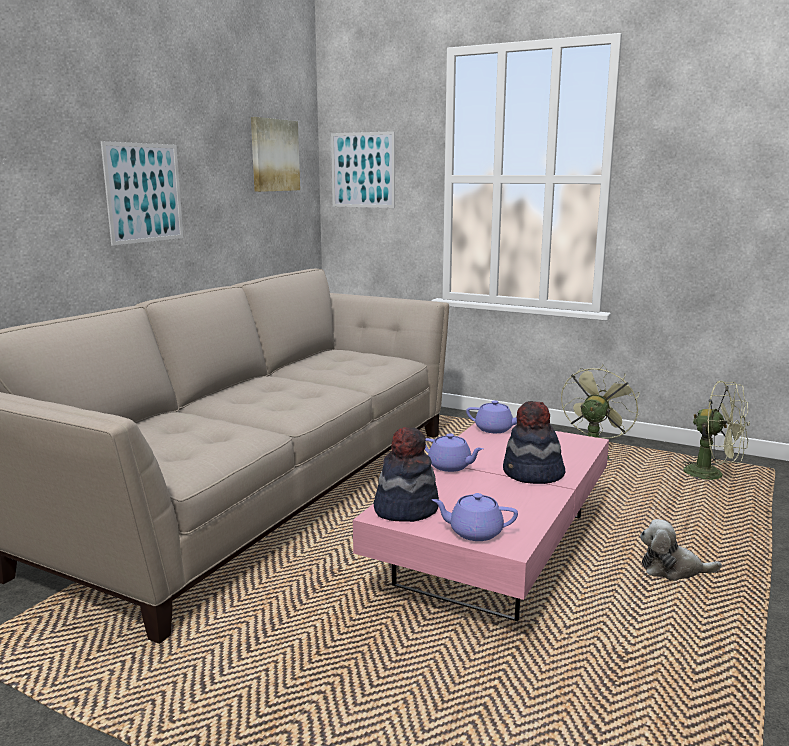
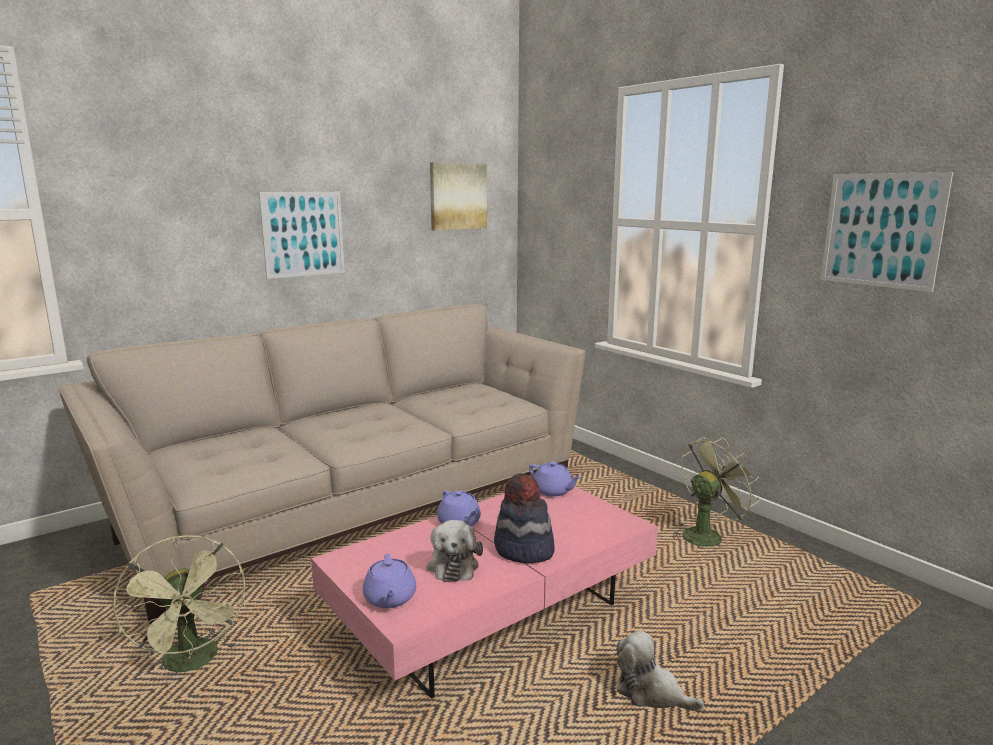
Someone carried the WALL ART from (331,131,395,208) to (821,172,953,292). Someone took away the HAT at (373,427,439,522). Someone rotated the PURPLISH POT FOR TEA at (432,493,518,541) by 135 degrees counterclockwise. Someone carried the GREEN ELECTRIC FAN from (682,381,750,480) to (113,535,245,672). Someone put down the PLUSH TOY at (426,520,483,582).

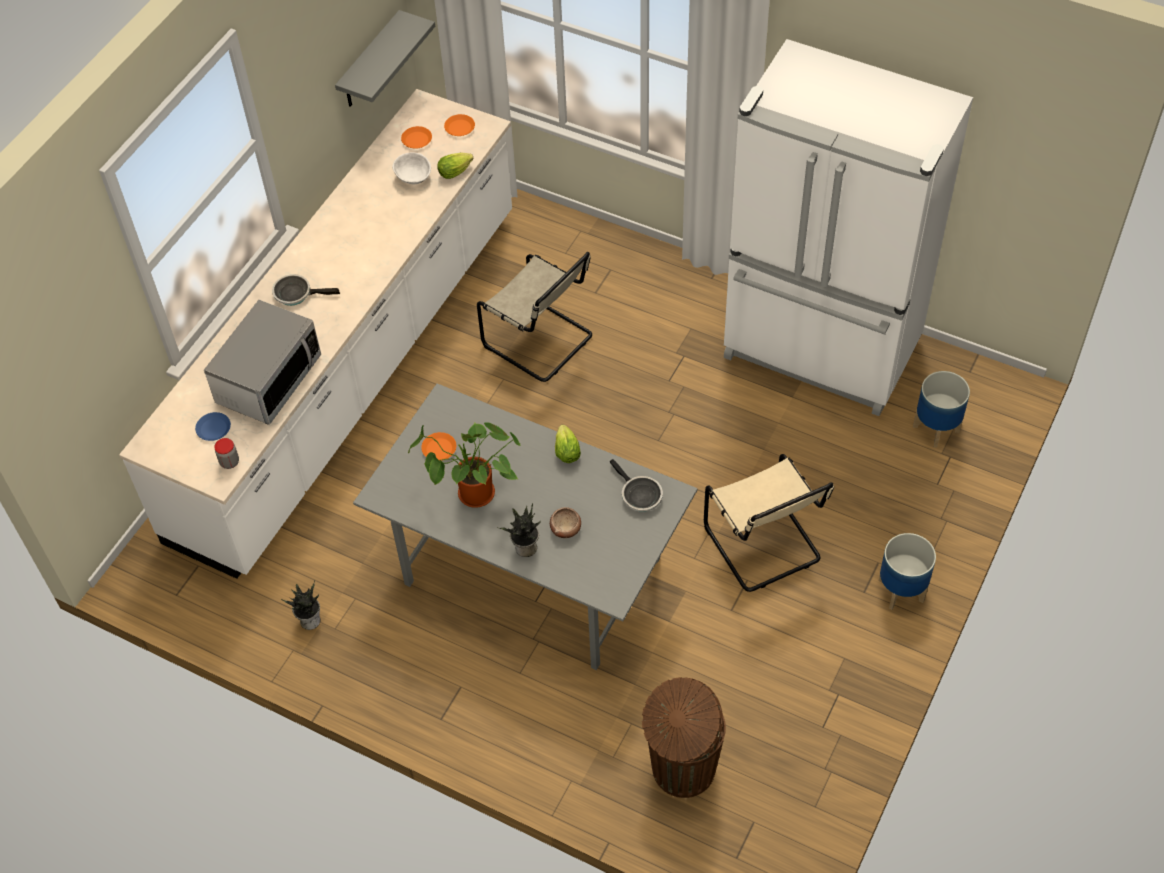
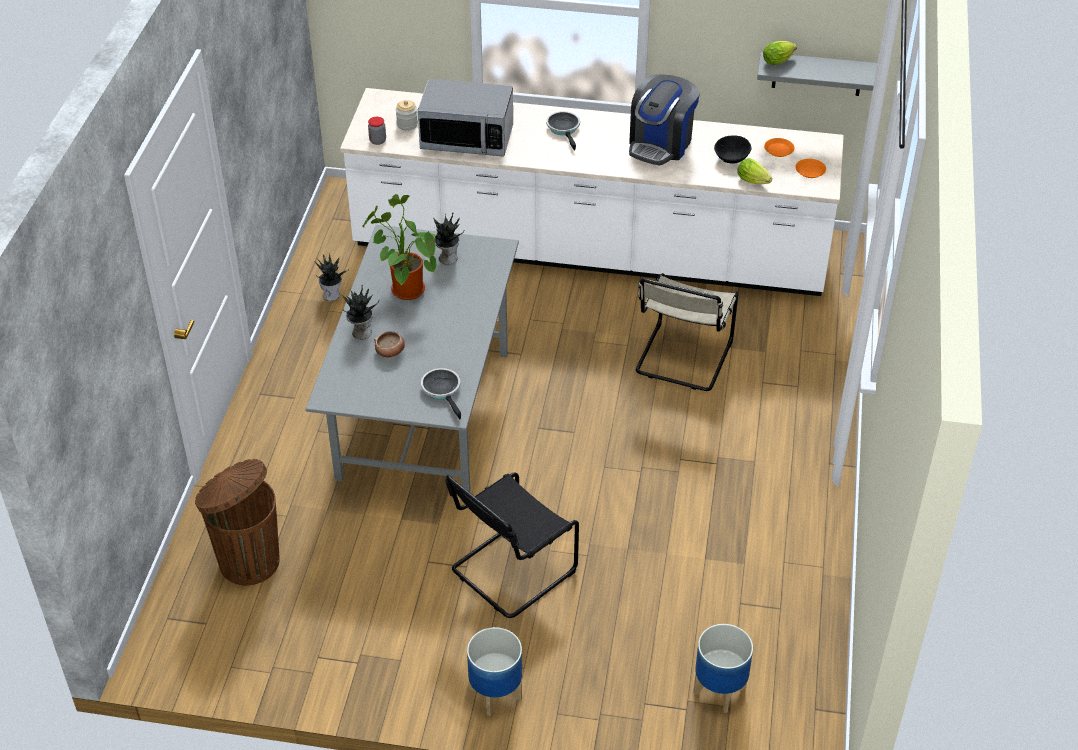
Someone swapped the BLUISH DINNER PLATE at (195,412,231,441) for the JAR at (396,100,418,130). Someone repainted the WHITE BOWL at (392,153,431,184), which became the BLACKISH BOWL at (714,135,751,164). Someone swapped the ORANGE DINNER PLATE at (421,432,456,461) for the HOUSEPLANT at (428,212,464,265). Someone carried the HEAD OF LETTUCE from (555,424,581,463) to (763,41,797,65). Someone rotated the FRYING PAN at (610,459,663,512) by 120 degrees clockwise. Someone repainted the SAND-COLOURED UPRIGHT CHAIR at (704,454,834,592), which became the BLACKISH UPRIGHT CHAIR at (445,472,579,618). Someone took away the WHITE FRIDGE at (724,39,973,416). Someone put down the COFFEE BREWER at (629,75,700,166).

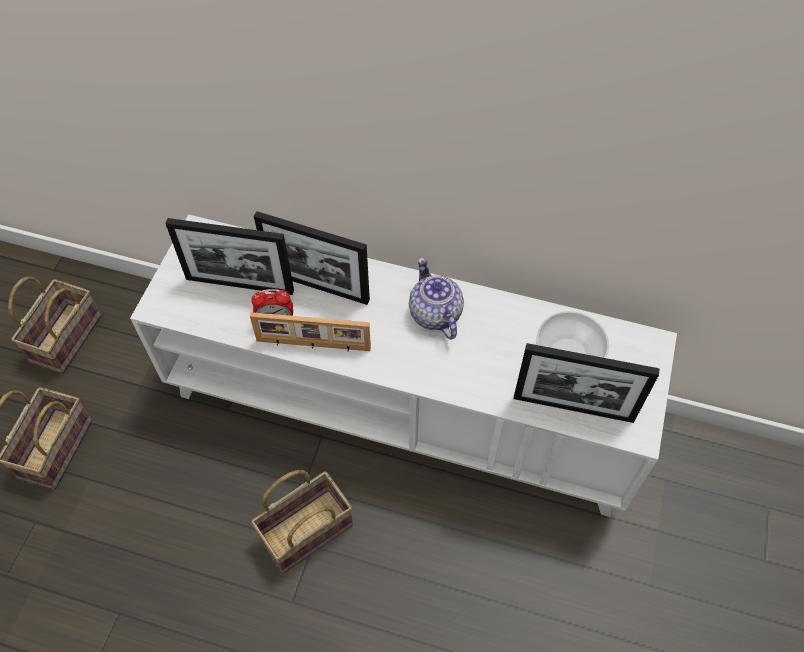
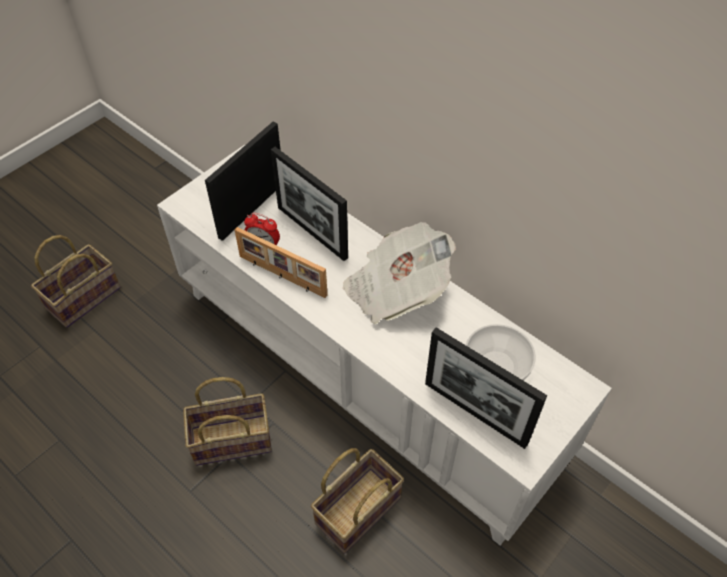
Someone carried the HOUSEHOLD BASKET from (8,276,101,373) to (311,448,404,554). Someone rotated the STANDING FRAME at (165,218,294,295) by 90 degrees clockwise. Someone swapped the POT FOR TEA at (409,257,464,340) for the NEWSPAPER at (343,222,456,324).

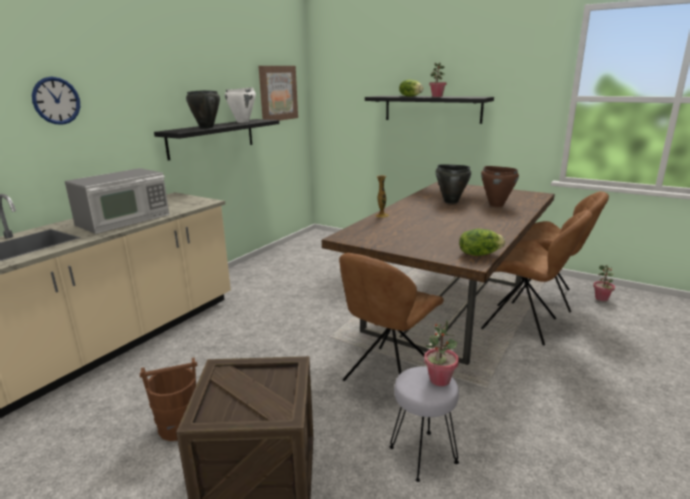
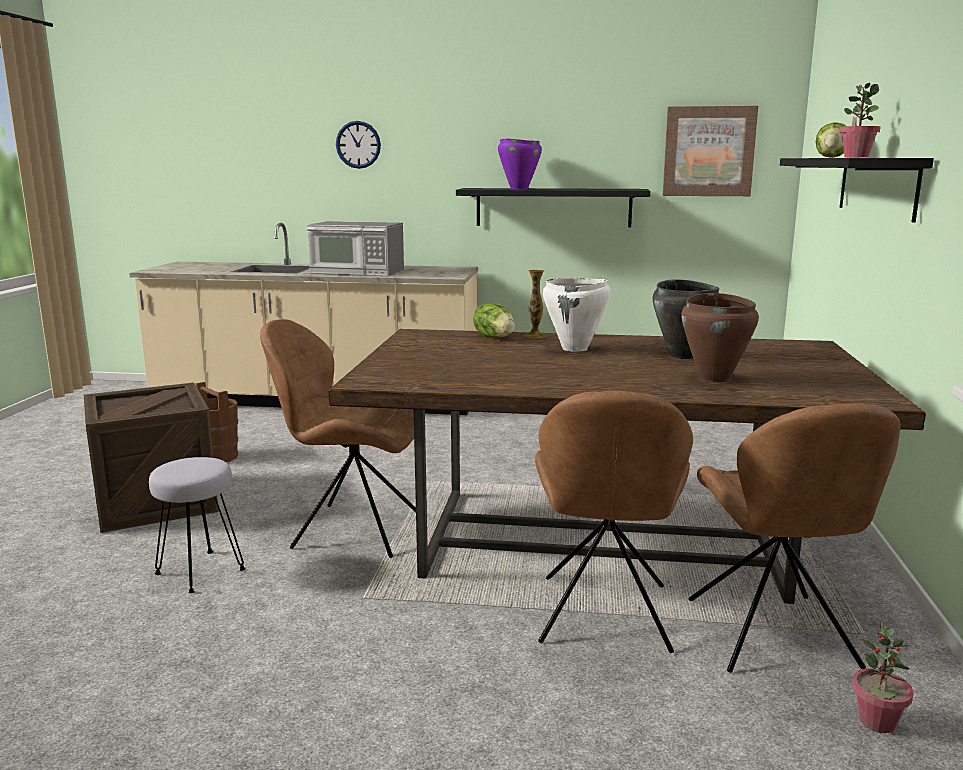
Someone repainted the BLACKISH STOCKPOT at (186,90,220,128), which became the PURPLISH STOCKPOT at (498,138,542,189). Someone carried the WHITE STOCKPOT from (225,87,256,123) to (543,278,611,352). Someone took away the HOUSEPLANT at (424,320,459,386). Someone carried the HEAD OF LETTUCE from (459,229,505,256) to (473,303,515,338).

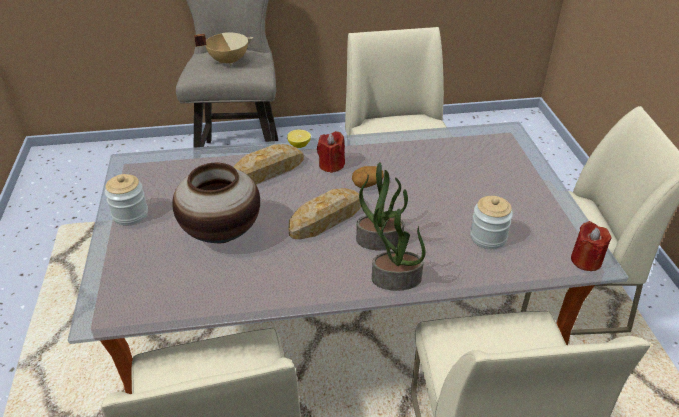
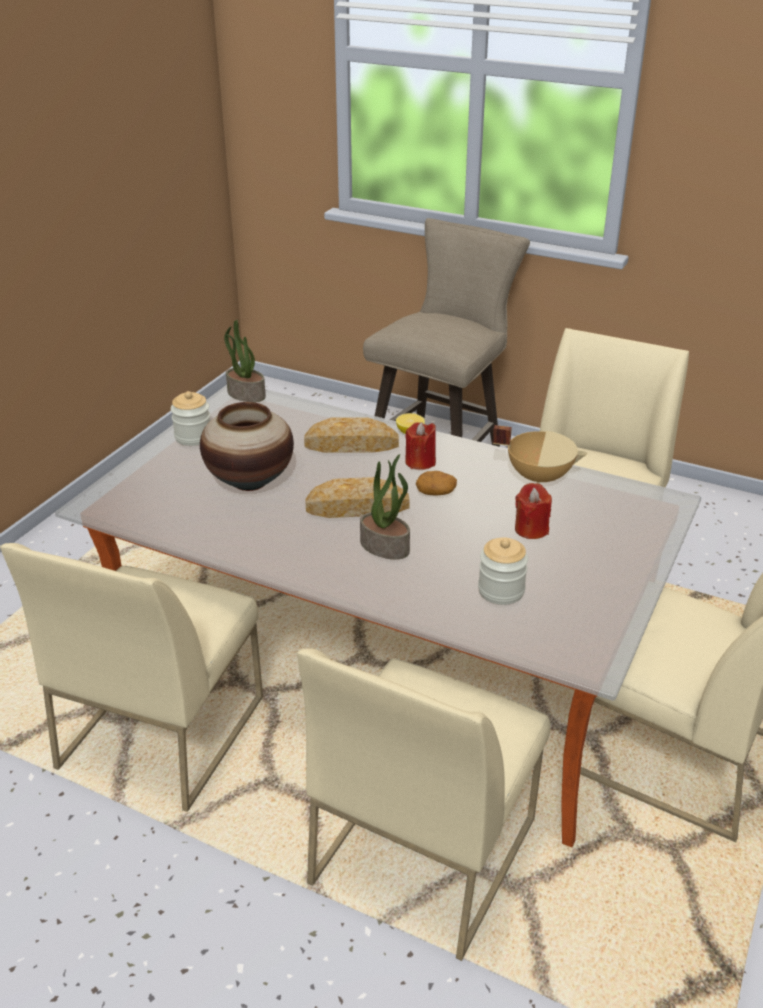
Someone carried the SAND-COLOURED STOCKPOT from (194,32,253,66) to (493,425,587,484). Someone carried the HOUSEPLANT from (372,208,426,291) to (224,319,266,402). Someone carried the REDDISH CANDLE from (571,221,611,271) to (515,483,552,539).

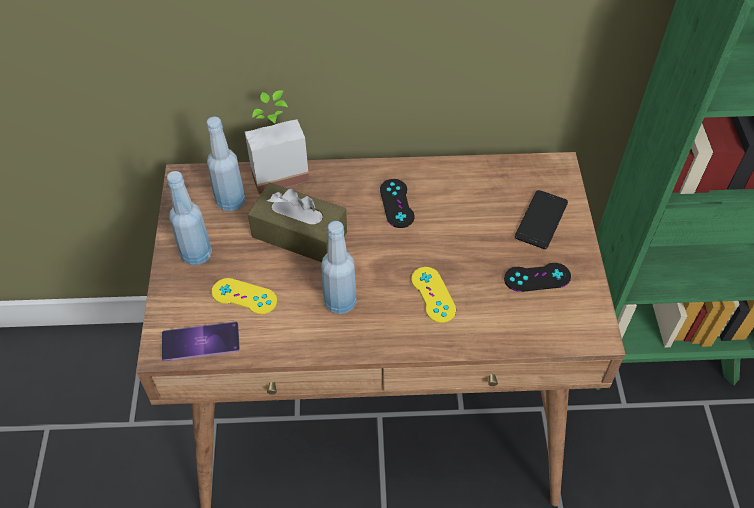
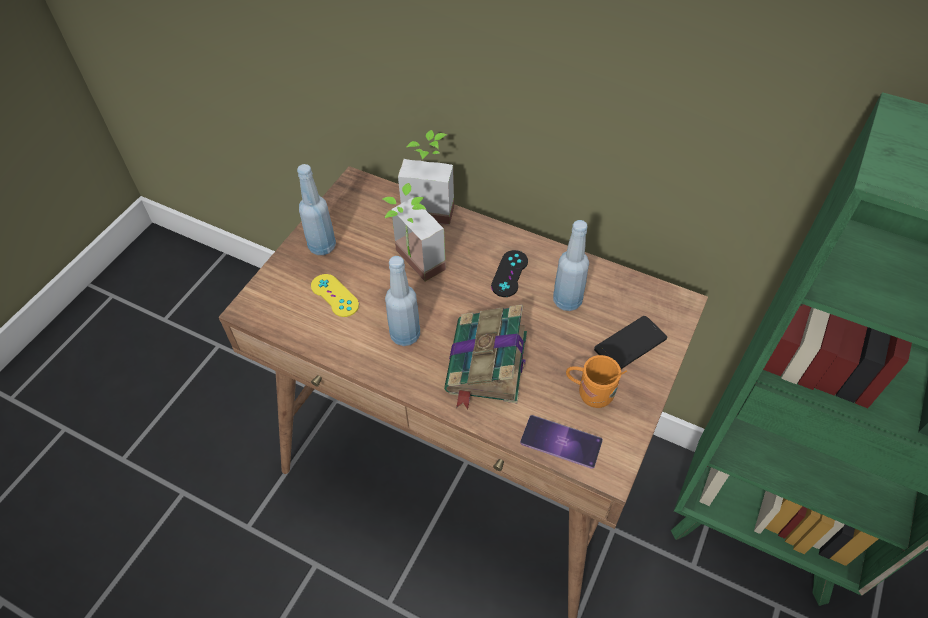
Someone carried the TELEPHONE from (162,322,240,361) to (520,415,603,469). Someone carried the BLUISH BEVERAGE BOTTLE from (206,117,246,212) to (553,220,589,311). Someone swapped the BROWN TISSUE HOLDER at (248,182,347,262) for the HOUSEPLANT at (383,183,446,281). Someone swapped the YELLOWISH GAME CONTROLLER at (411,267,456,323) for the BOUND BOOK at (444,304,527,410). Someone swapped the BLACKISH GAME CONTROLLER at (504,263,571,292) for the ORANGE TEA MUG at (566,355,627,408).

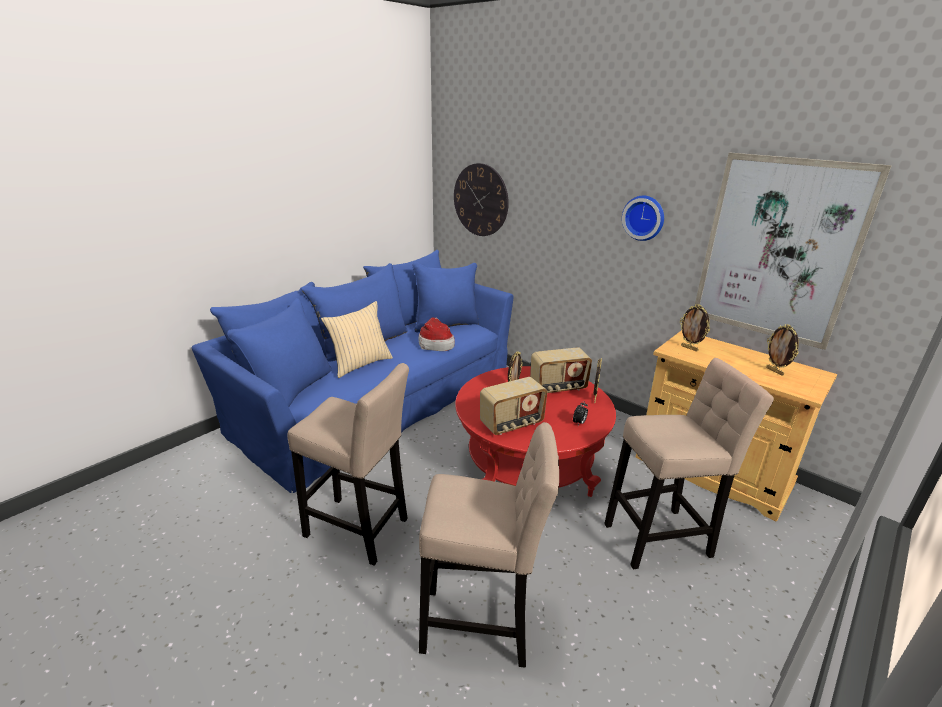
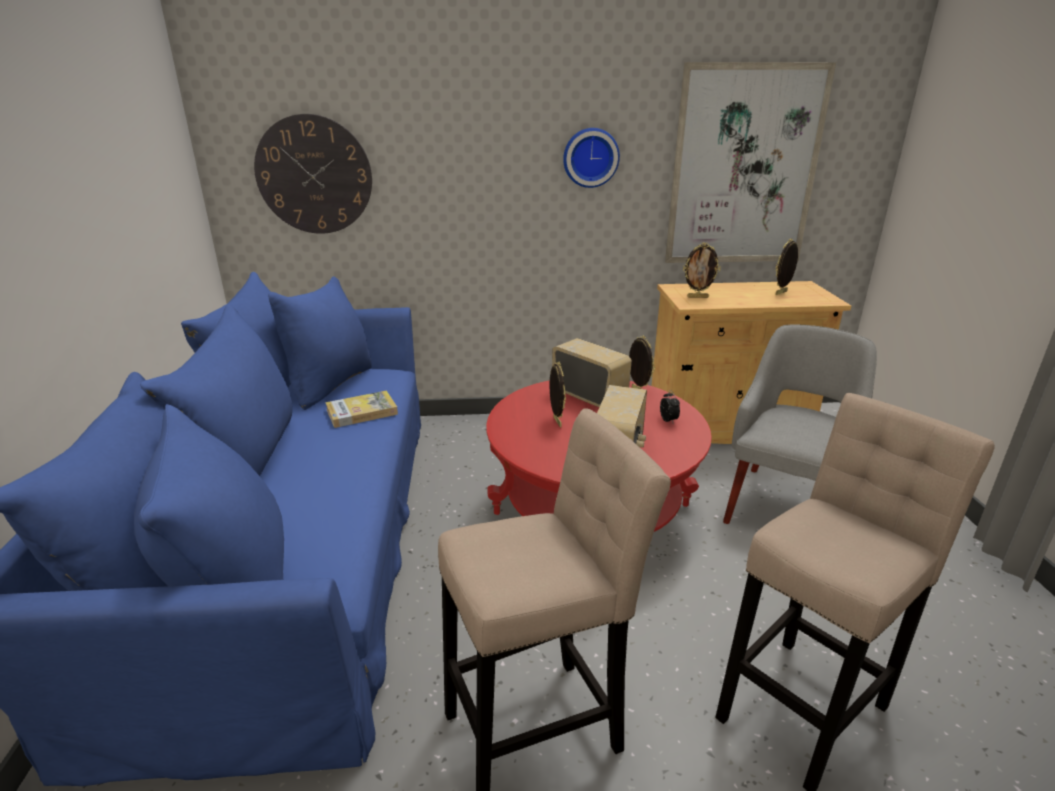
Someone took away the SAND-COLOURED THROW PILLOW at (321,301,393,378). Someone swapped the HAT at (419,317,455,351) for the BOUND BOOK at (325,390,398,428). Someone rotated the RADIO at (530,347,592,393) by 75 degrees counterclockwise. Someone swapped the SAND-COLOURED STOOL SEAT at (604,358,774,570) for the GREYISH ARMCHAIR at (723,325,877,524). Someone rotated the STANDING FRAME at (766,324,799,376) by 120 degrees clockwise.

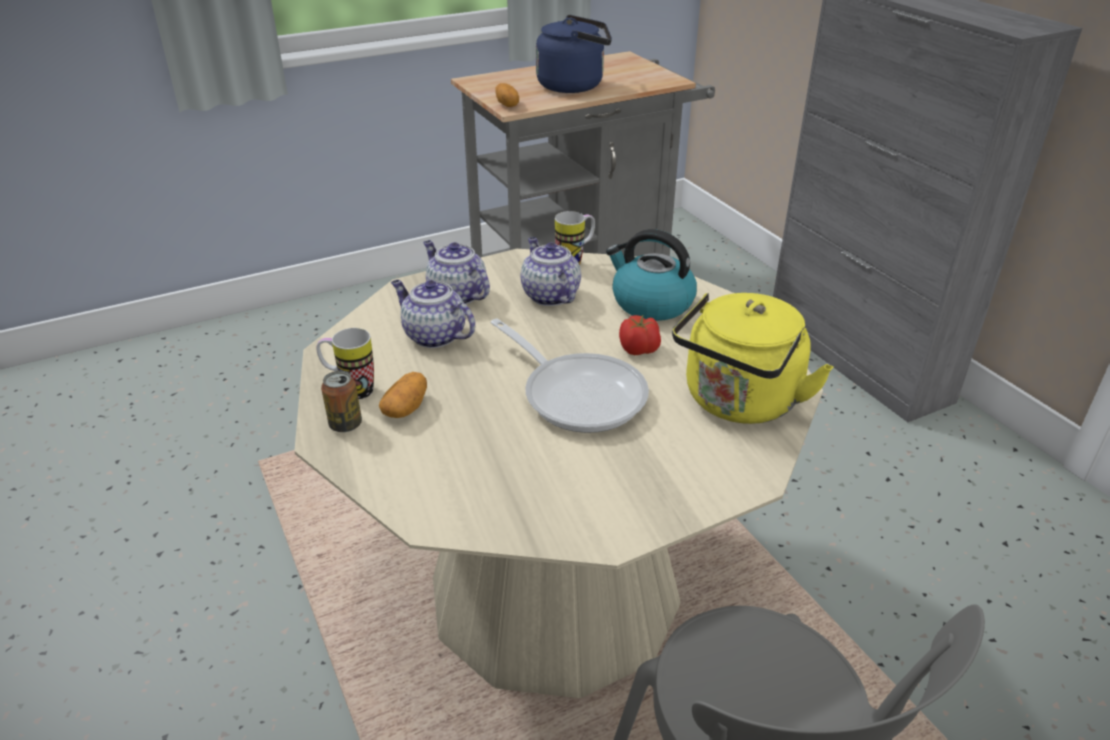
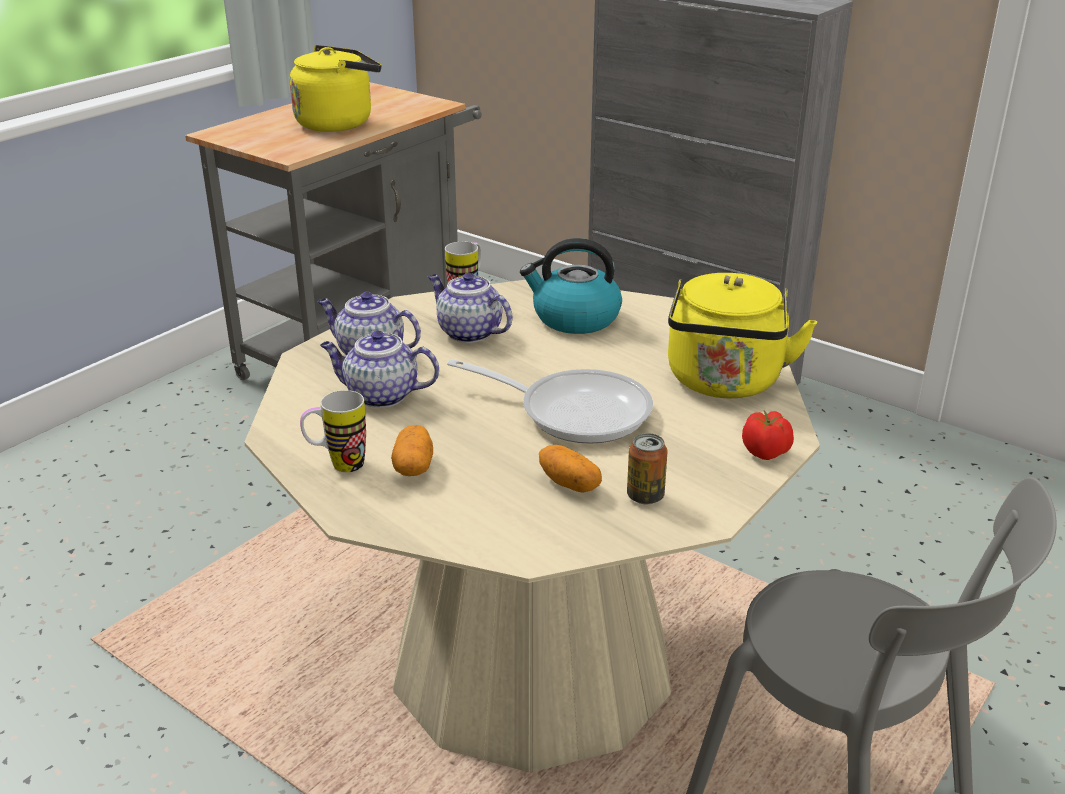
Someone carried the CAN from (321,371,362,432) to (627,433,668,504). Someone carried the WHOLE POTATO from (495,83,519,107) to (539,445,602,493). Someone repainted the BLUISH WATER KETTLE at (536,15,612,93), which became the YELLOWISH WATER KETTLE at (289,45,381,132). Someone carried the TOMATO from (619,315,661,355) to (742,410,794,460).

